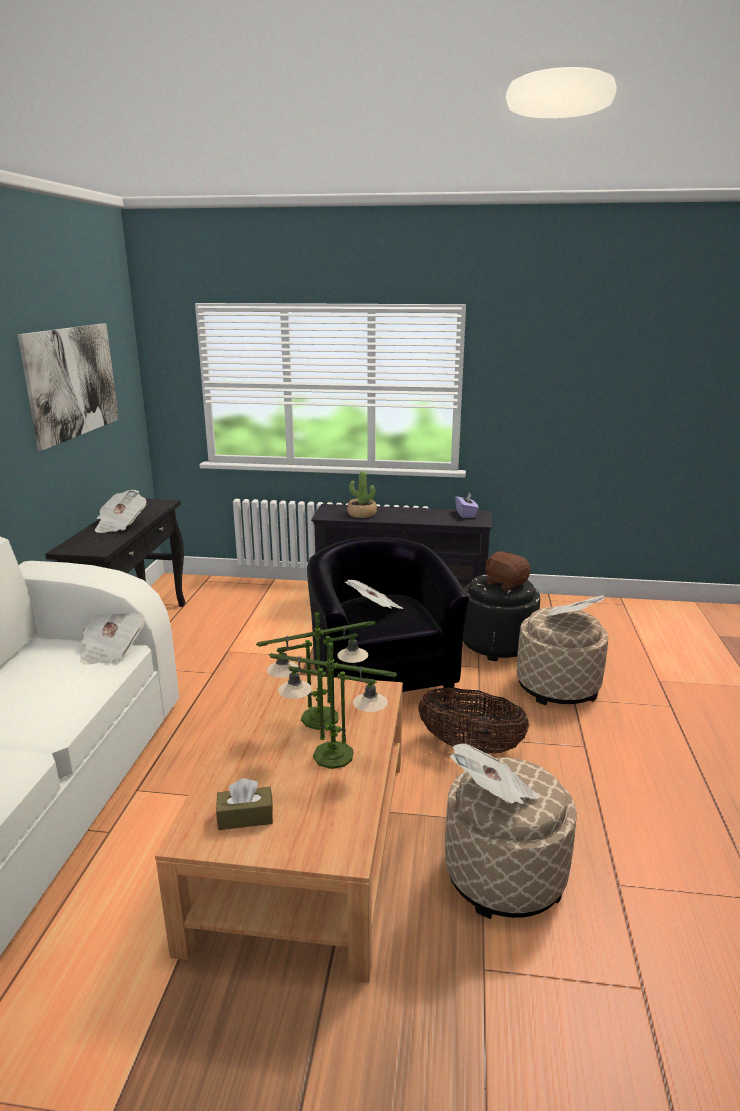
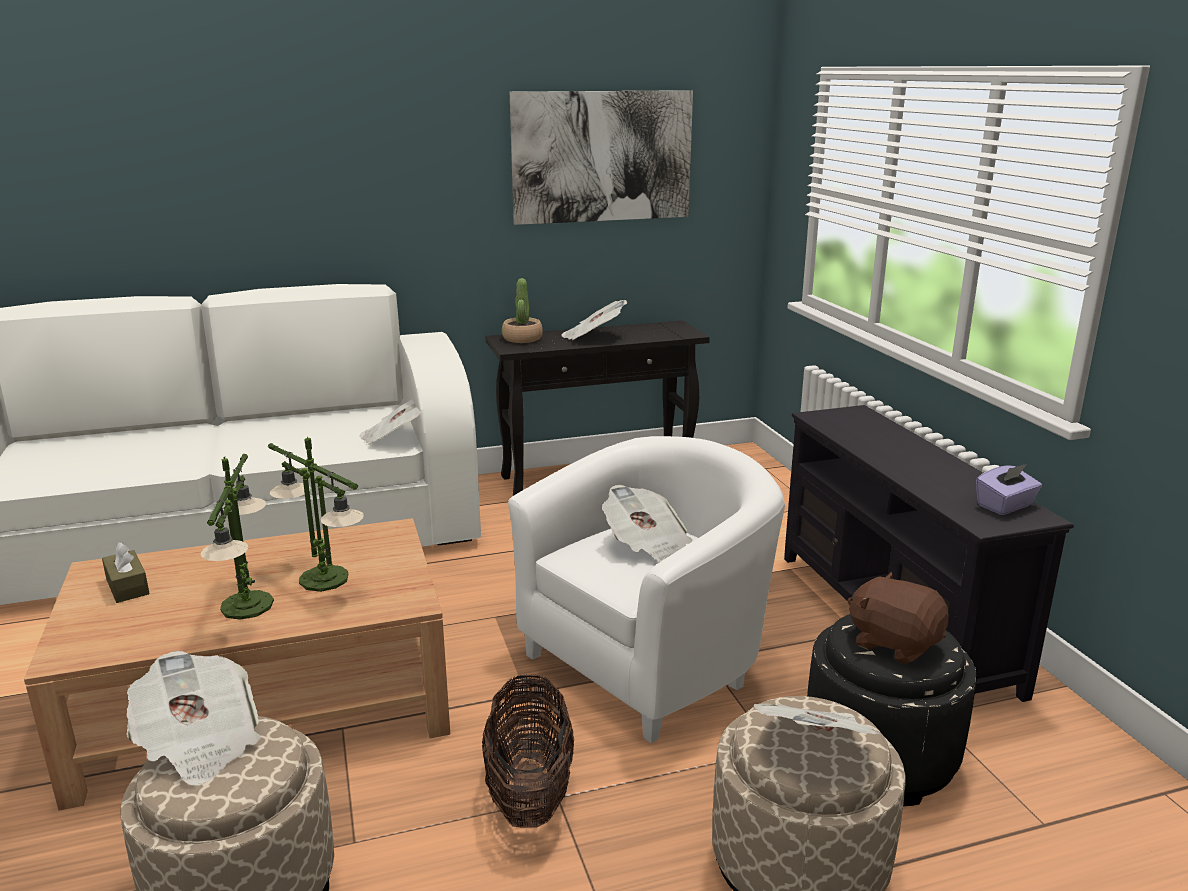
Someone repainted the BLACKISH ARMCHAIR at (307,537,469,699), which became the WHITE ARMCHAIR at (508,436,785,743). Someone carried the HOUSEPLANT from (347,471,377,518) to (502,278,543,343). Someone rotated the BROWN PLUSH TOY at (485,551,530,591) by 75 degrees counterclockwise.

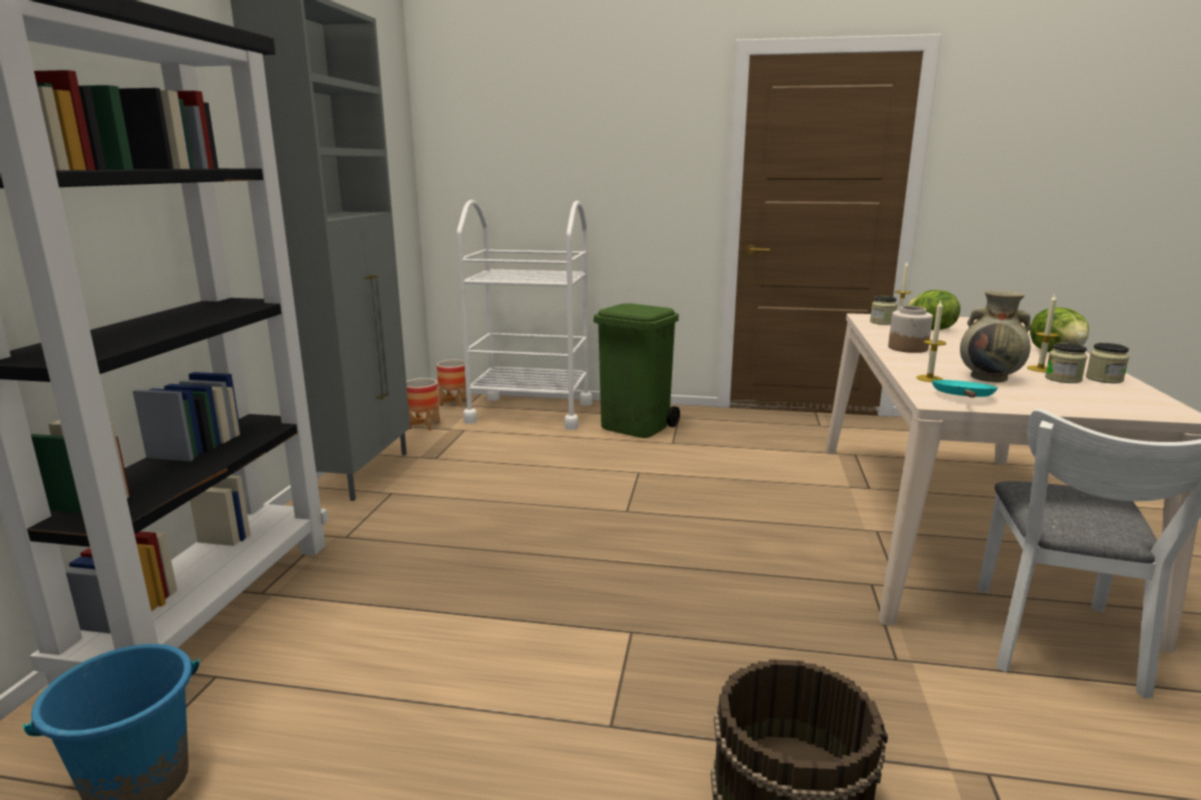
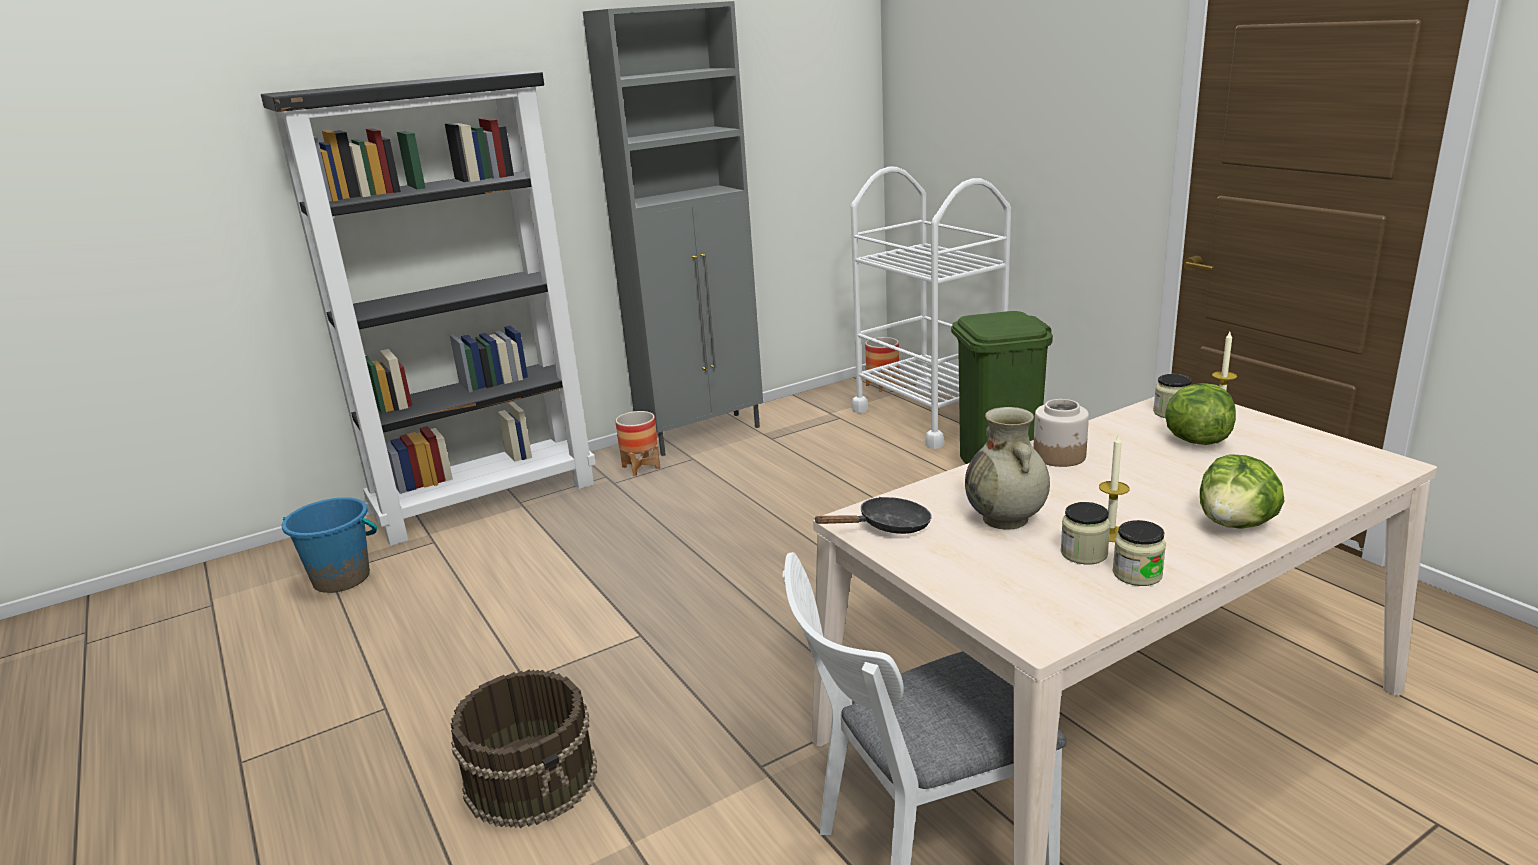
Someone carried the PLANTER from (406,378,440,431) to (616,411,660,476). Someone took away the CANDLE at (917,301,946,382). Someone repainted the TURQUOISE FRYING PAN at (932,380,998,397), which became the BLACKISH FRYING PAN at (814,497,932,534).

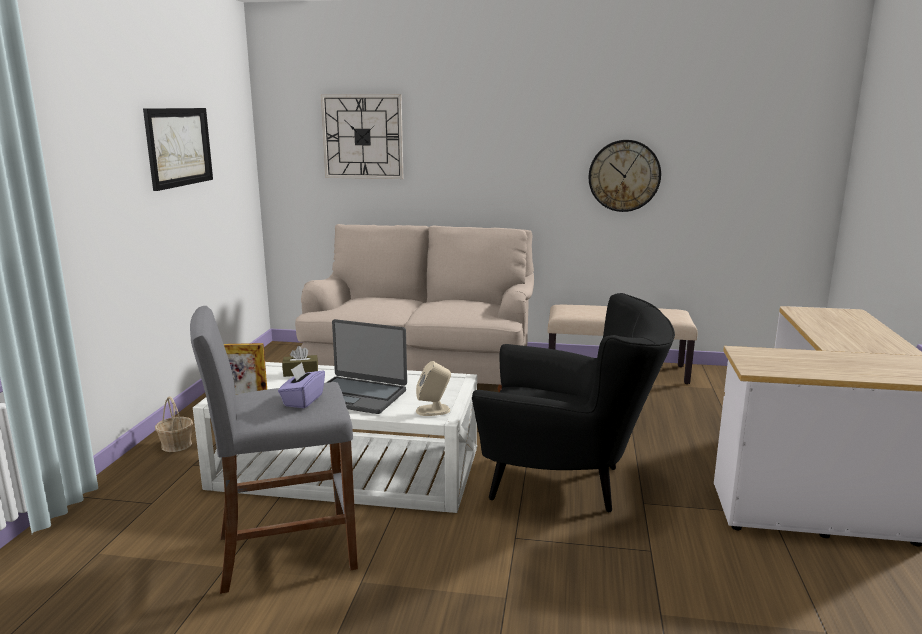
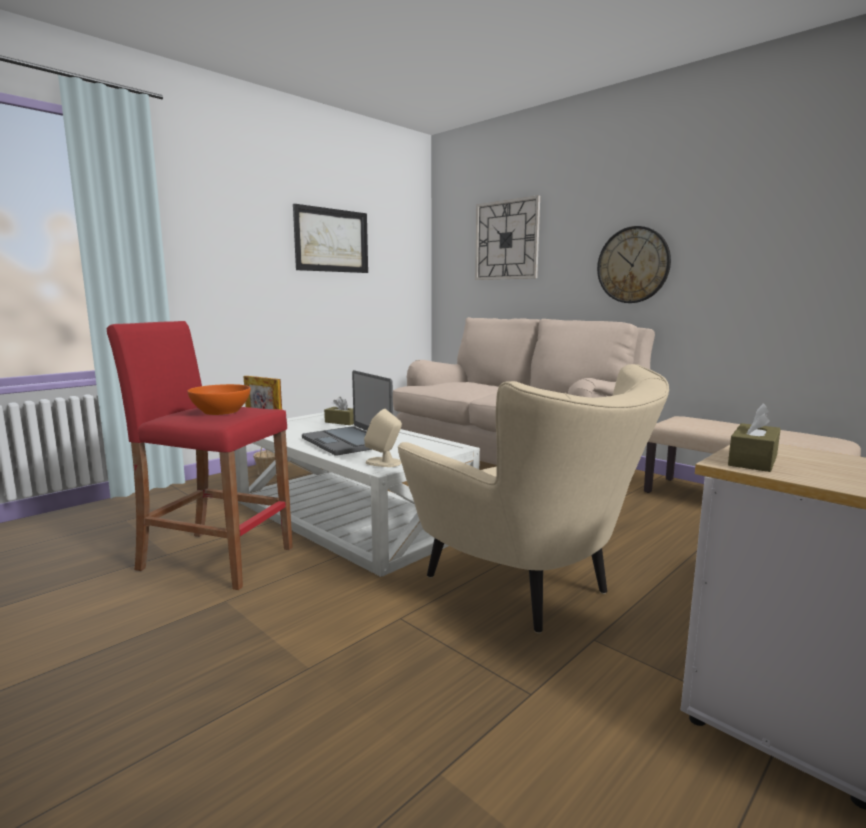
Someone repainted the GREYISH STOOL SEAT at (190,306,358,594), which became the REDDISH STOOL SEAT at (107,321,293,590). Someone swapped the PURPLISH TISSUE HOLDER at (278,363,325,408) for the ORANGE BOWL at (187,384,251,415). Someone repainted the BLACKISH ARMCHAIR at (472,293,675,512), which became the SAND-COLOURED ARMCHAIR at (398,364,669,634). Someone carried the WALL CLOCK from (589,140,661,212) to (597,226,671,303). Someone put down the BROWN TISSUE HOLDER at (728,403,781,472).

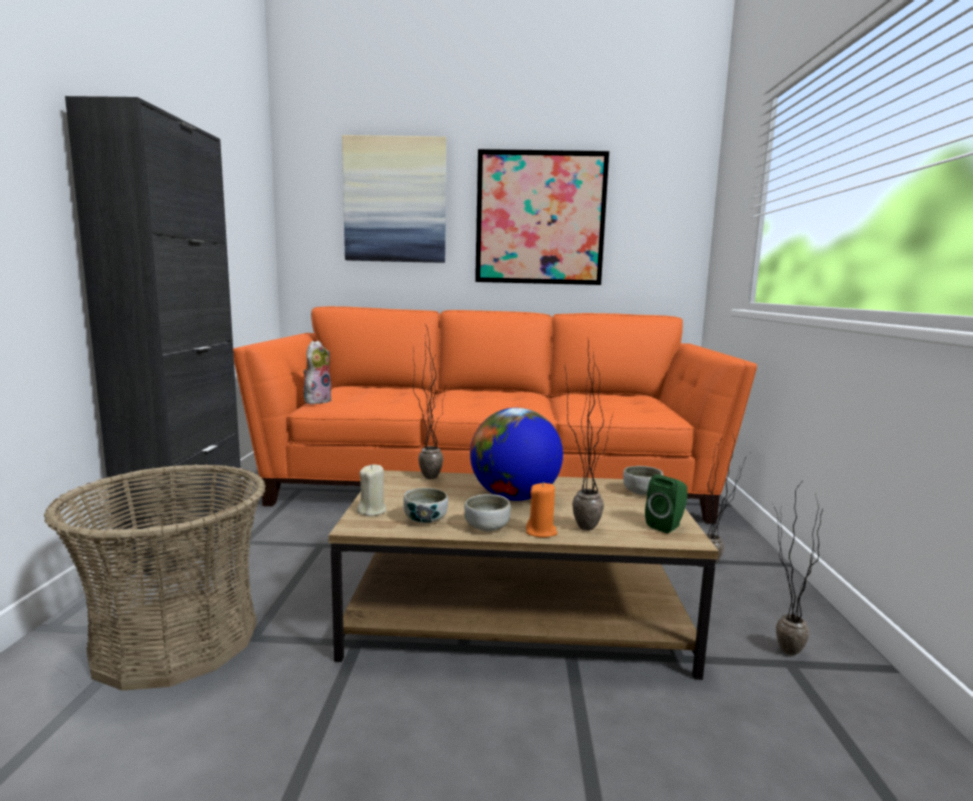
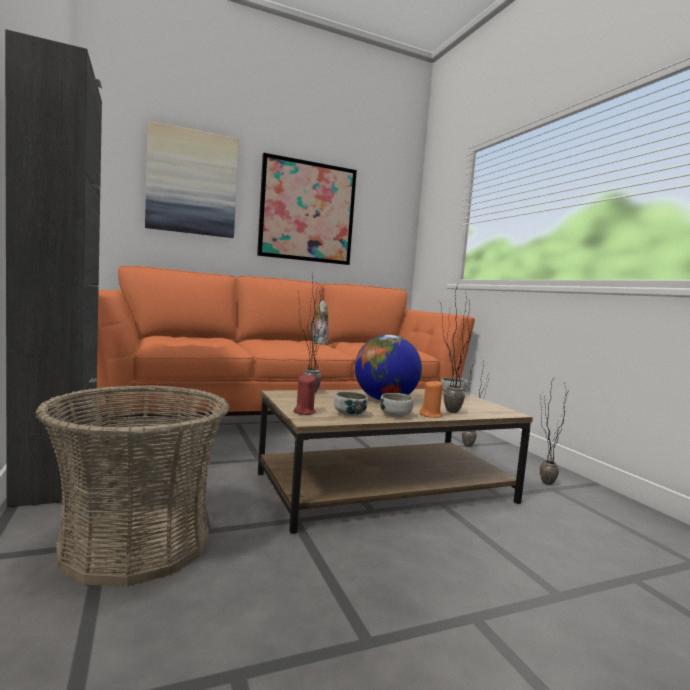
Someone carried the PLUSH TOY from (303,341,332,404) to (311,300,329,344). Someone repainted the SAND-COLOURED CANDLE at (357,464,386,516), which became the REDDISH CANDLE at (293,375,316,415). Someone took away the GREEN AUDIO SPEAKER at (645,474,688,533).

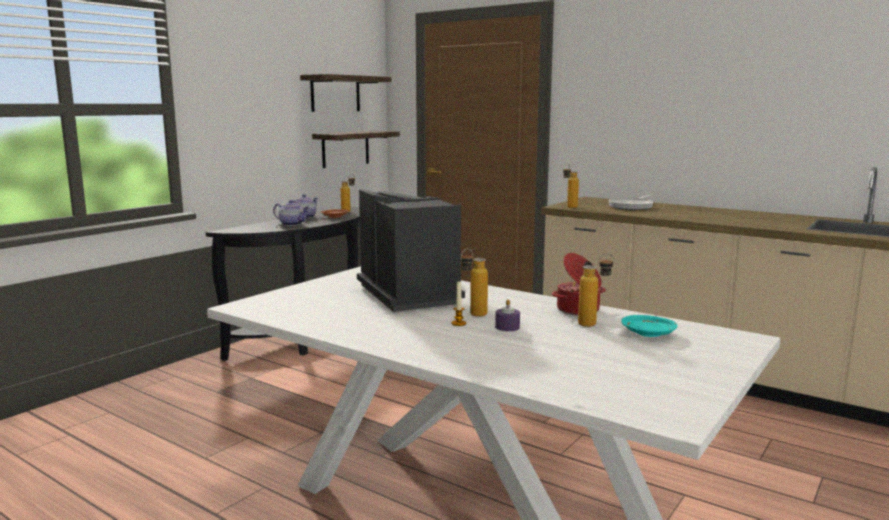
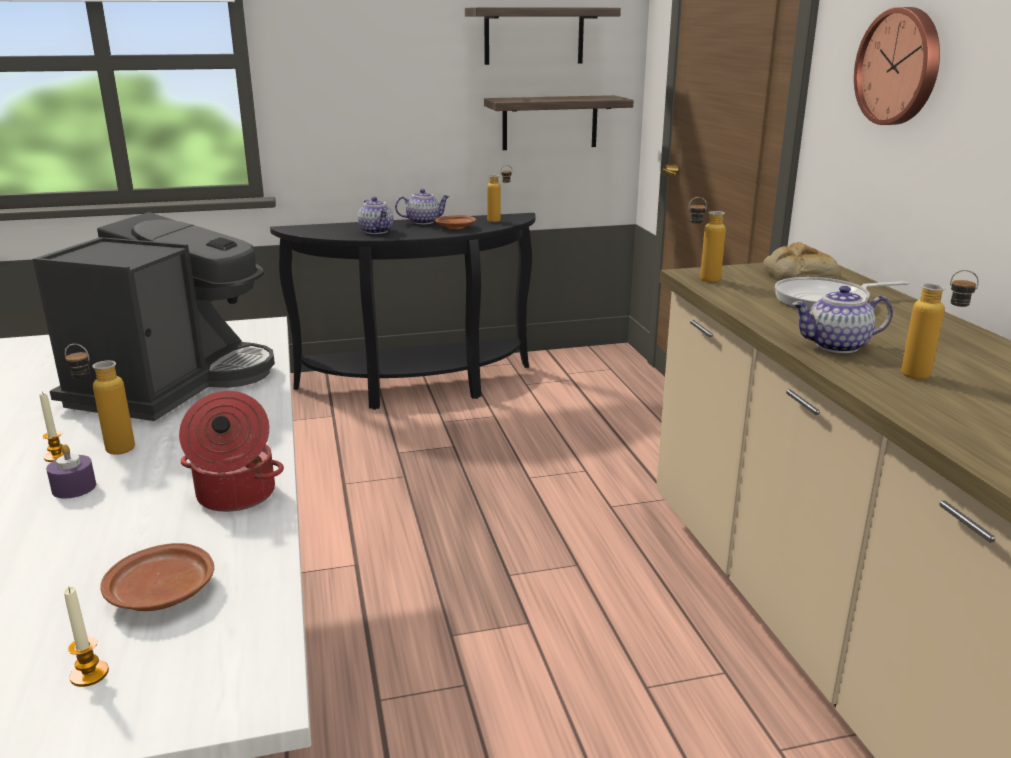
Someone carried the BEVERAGE BOTTLE from (578,253,614,327) to (901,270,979,379). Someone repainted the TURQUOISE DINNER PLATE at (621,315,677,337), which became the BROWN DINNER PLATE at (100,543,214,611). Someone put down the CANDLE at (64,587,109,687). Someone put down the BREAD at (763,242,840,281). Someone put down the POT FOR TEA at (792,286,893,353). Someone put up the WALL CLOCK at (854,7,940,125).

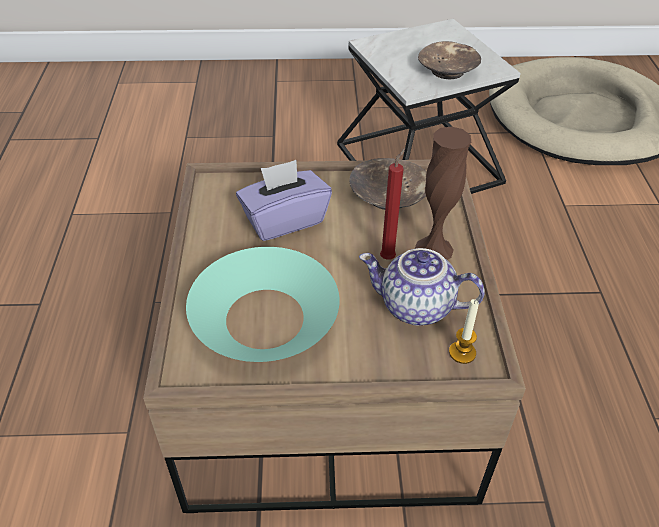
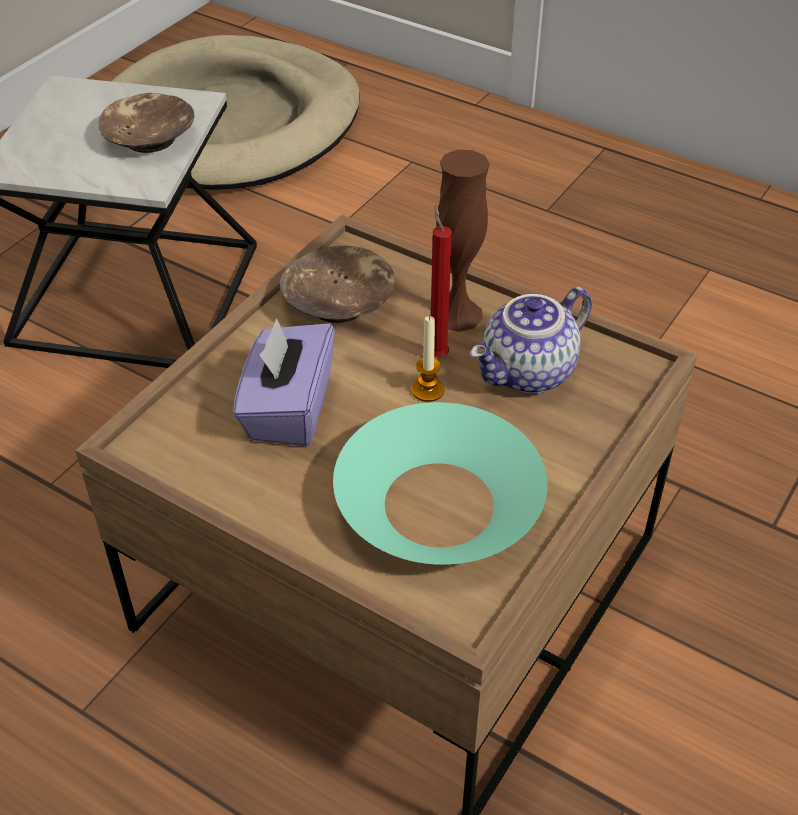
Someone carried the CANDLE from (449,299,479,364) to (411,316,444,402).

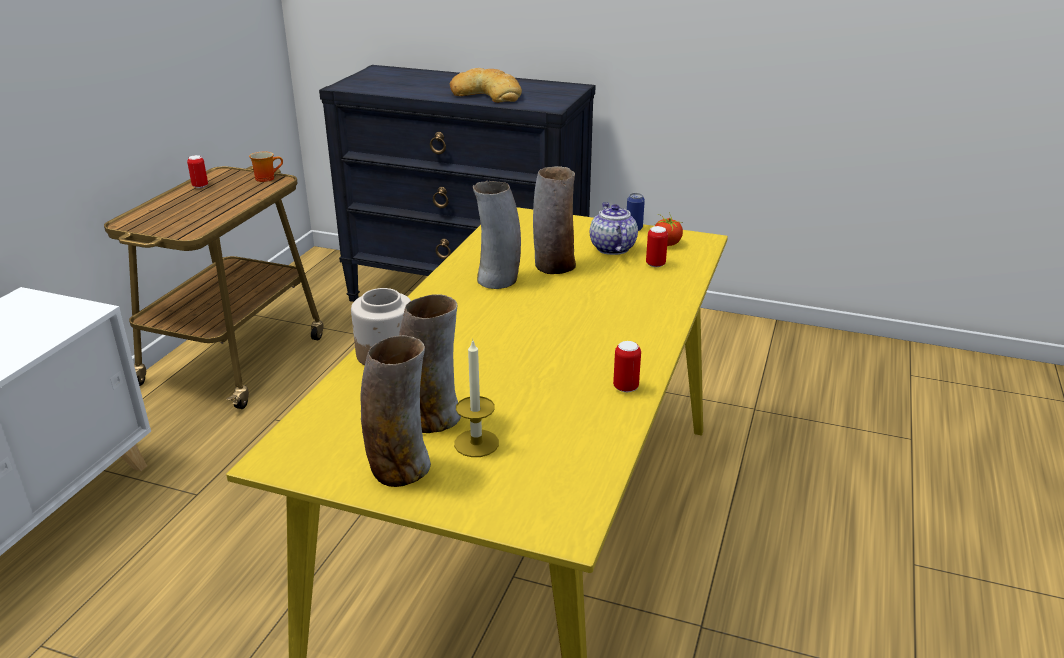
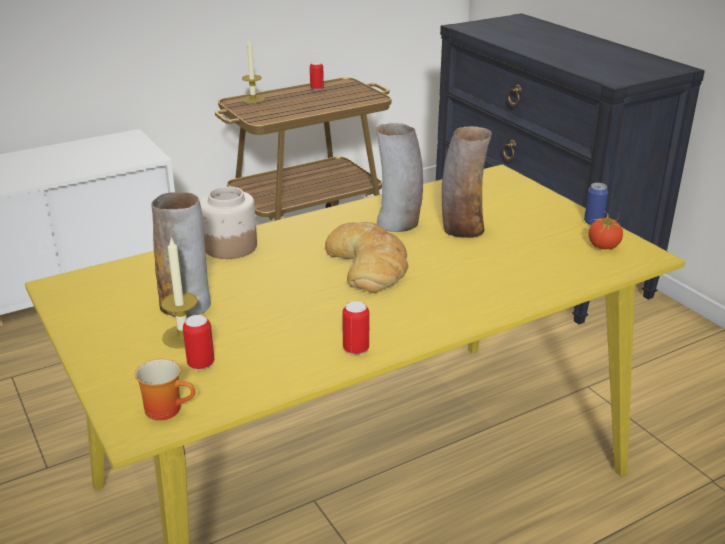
Someone carried the TEA MUG from (249,151,283,182) to (135,358,195,420). Someone took away the DECORATIVE VASE at (360,335,431,487). Someone carried the BREAD from (450,68,522,103) to (325,222,408,293). Someone took away the POT FOR TEA at (590,202,638,255). Someone carried the CAN from (646,226,668,267) to (183,315,214,369). Someone put down the CANDLE at (242,39,265,103).

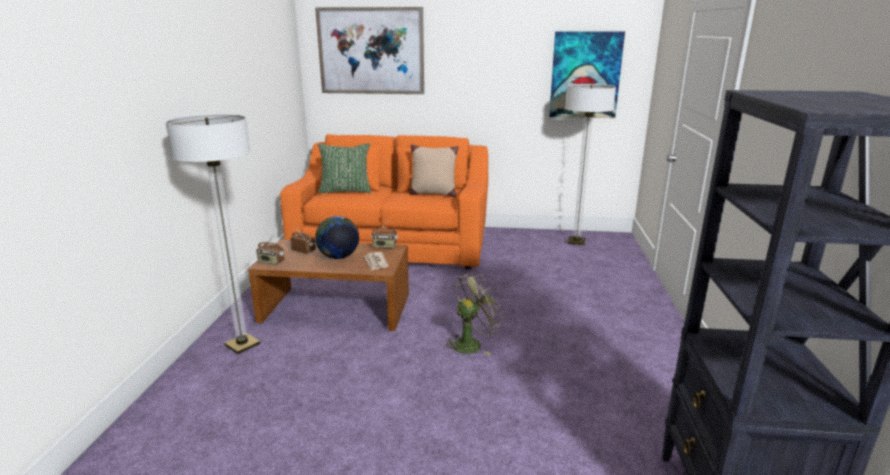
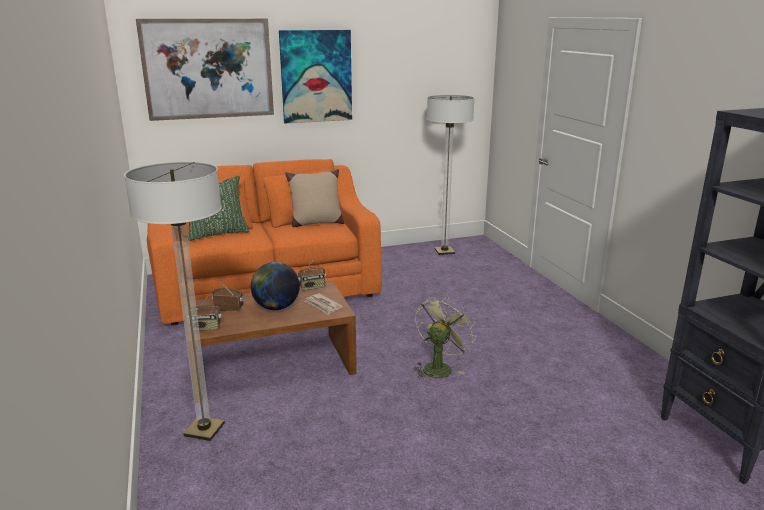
Someone carried the WALL ART from (549,31,625,118) to (279,30,352,123).

